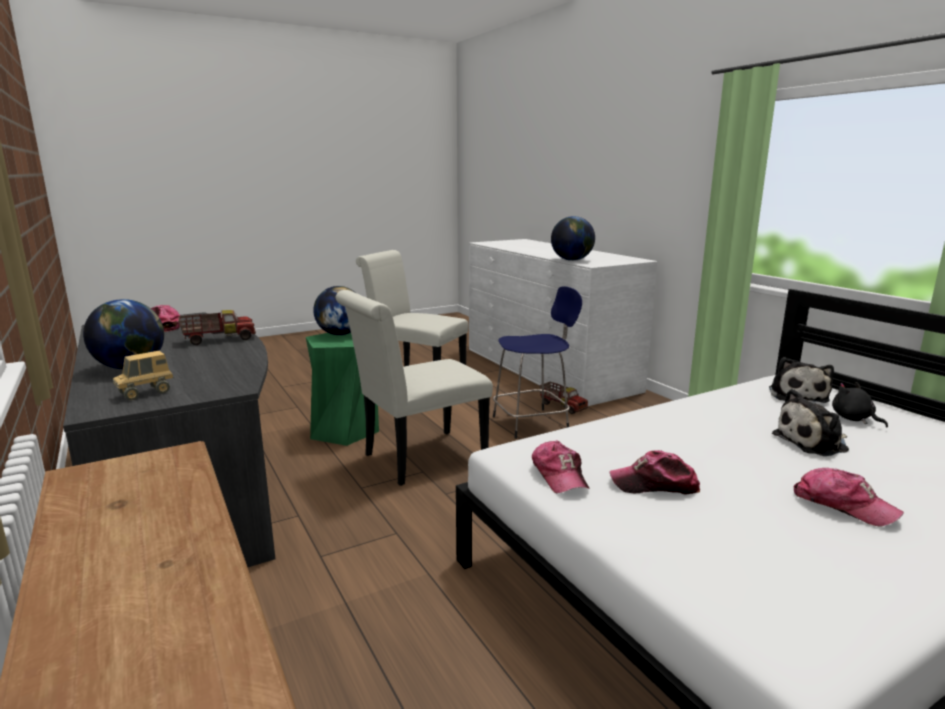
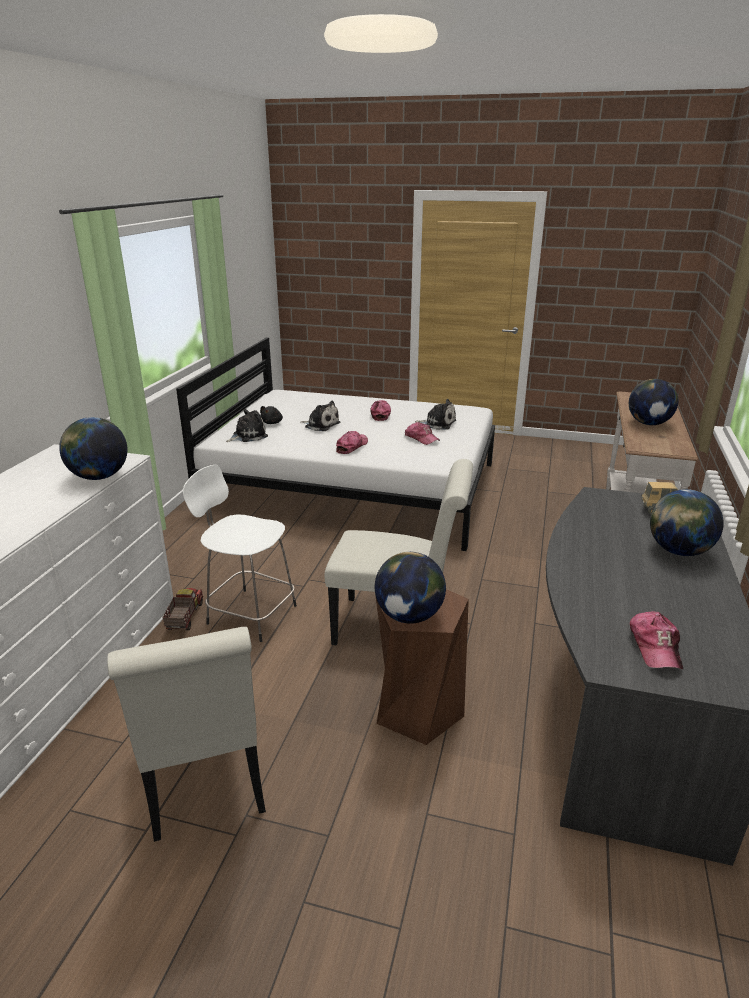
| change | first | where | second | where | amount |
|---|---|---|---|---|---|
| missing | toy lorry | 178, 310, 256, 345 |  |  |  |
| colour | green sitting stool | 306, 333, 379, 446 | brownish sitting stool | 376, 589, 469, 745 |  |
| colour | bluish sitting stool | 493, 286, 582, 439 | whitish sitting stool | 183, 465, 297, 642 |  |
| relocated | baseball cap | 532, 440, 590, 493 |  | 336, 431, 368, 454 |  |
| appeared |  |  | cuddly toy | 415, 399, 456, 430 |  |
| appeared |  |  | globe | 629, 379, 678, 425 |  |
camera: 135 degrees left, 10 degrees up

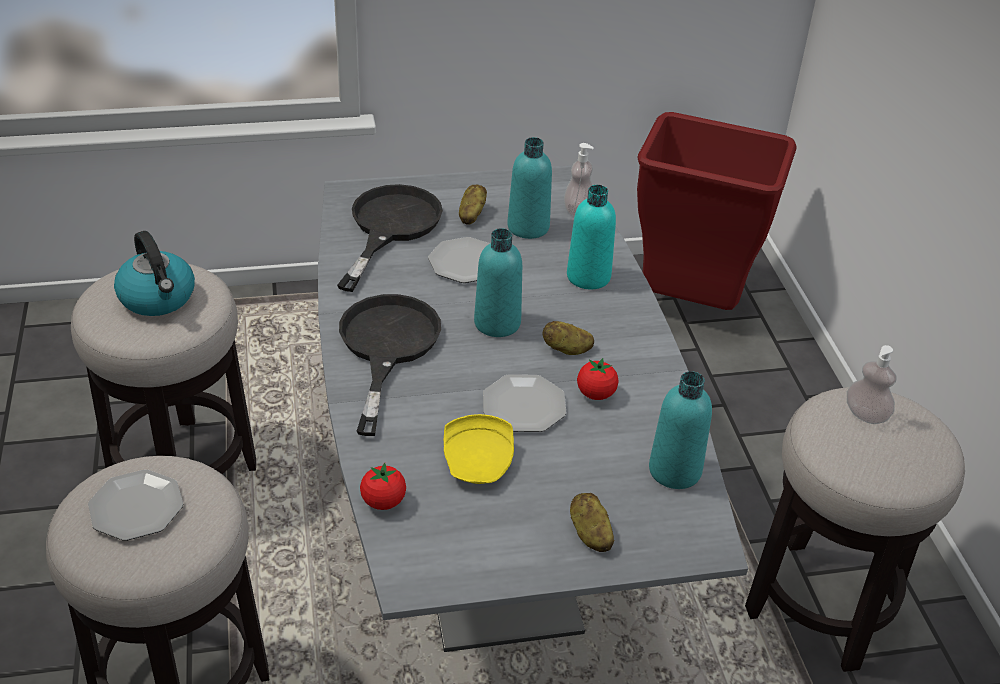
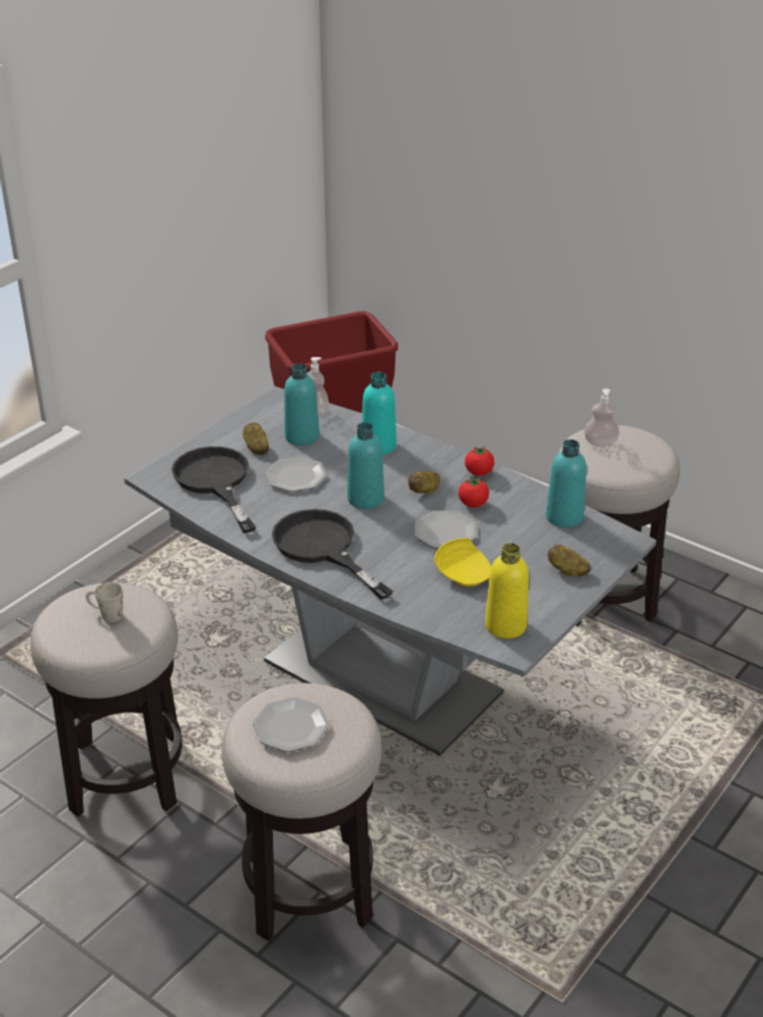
| change | first | where | second | where | amount |
|---|---|---|---|---|---|
| exchanged | water kettle | 114, 231, 195, 316 | whitish mug | 86, 582, 123, 622 |  |
| relocated | whole tomato | 360, 462, 406, 510 |  | 465, 446, 494, 476 |  |
| appeared |  |  | yellowish beverage bottle | 485, 543, 529, 639 |  |
camera: 40 degrees left, 5 degrees down

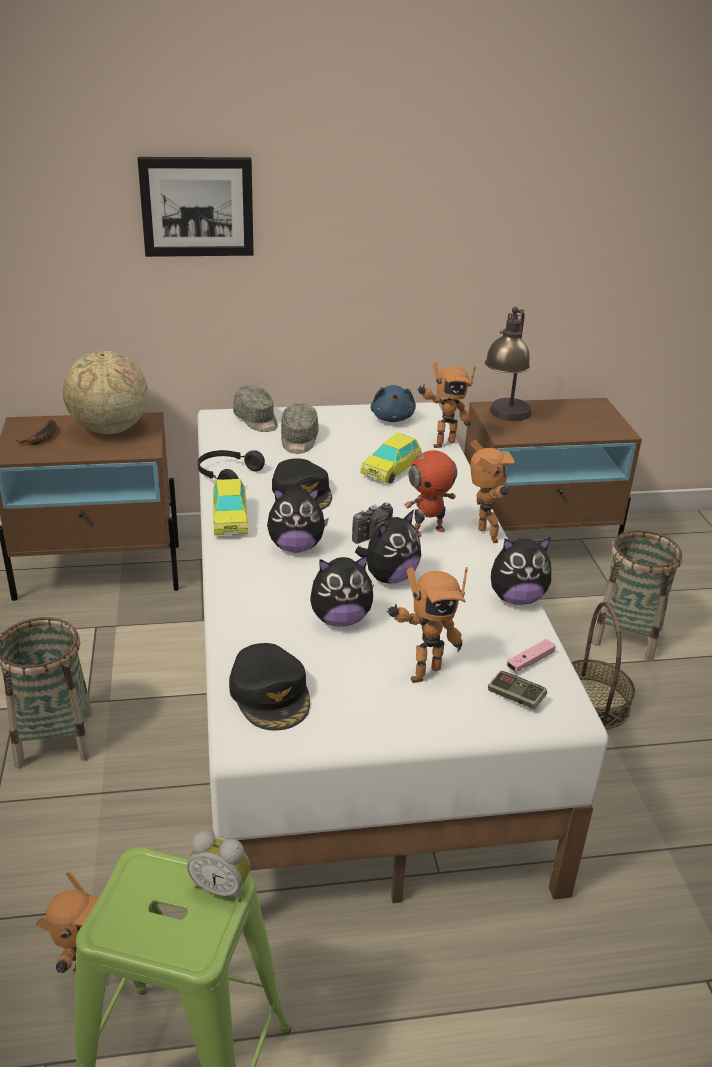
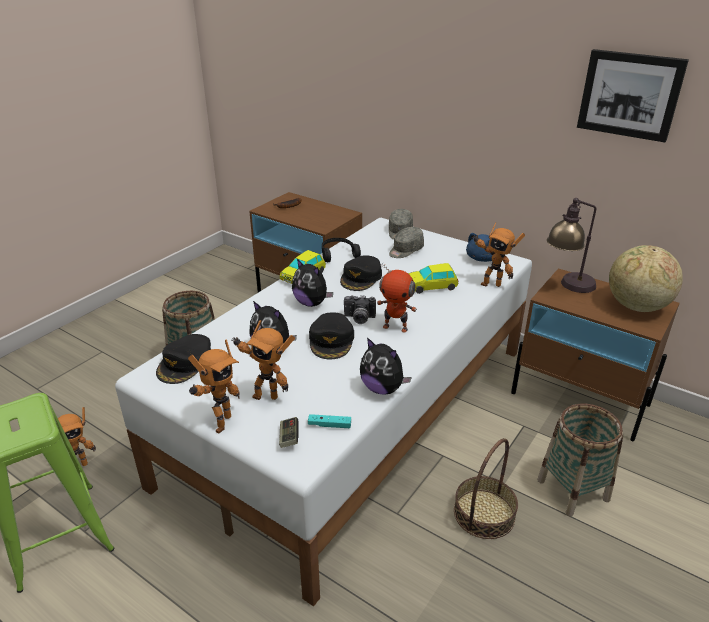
| change | first | where | second | where | amount |
|---|---|---|---|---|---|
| relocated | globe | 63, 351, 148, 434 |  | 609, 245, 683, 312 |  |
| relocated | wall picture | 138, 157, 254, 257 |  | 577, 49, 689, 142 |  |
| missing | alarm clock | 187, 831, 250, 902 |  |  |  |
| exchanged | cuddly toy | 355, 509, 421, 584 | blackish baseball cap | 309, 312, 354, 360 |  |
| relocated | robot figure | 470, 440, 515, 543 |  | 188, 339, 240, 433 |  |
| colour | pink game controller | 507, 639, 556, 672 | blue-green game controller | 308, 414, 351, 428 |  |
camera: 45 degrees right, 0 degrees up

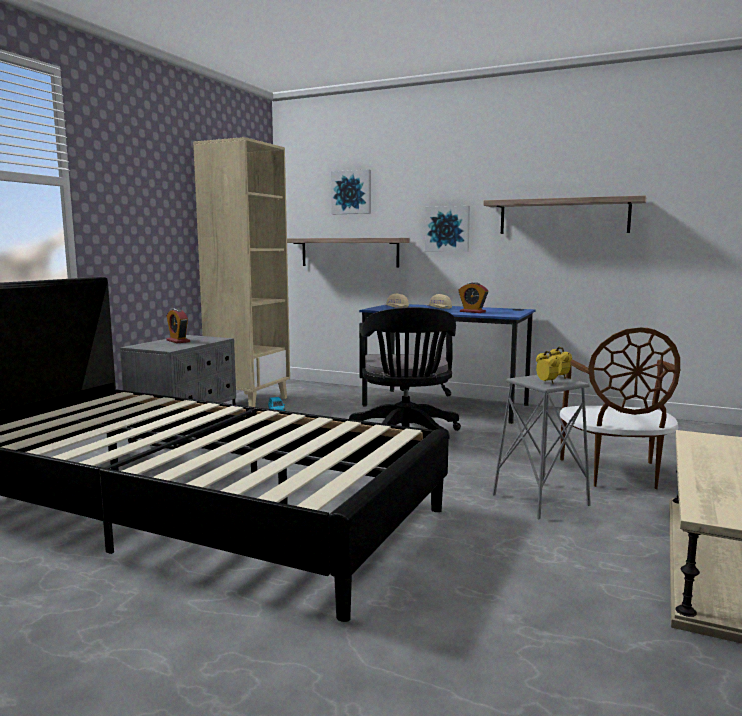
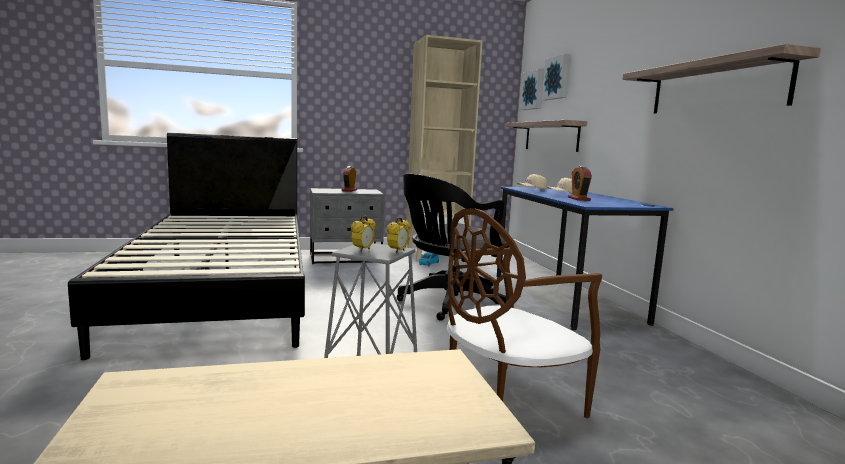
| change | first | where | second | where | amount |
|---|---|---|---|---|---|
| relocated | wall picture | 425, 206, 470, 252 |  | 520, 68, 545, 110 |  |
camera: 50 degrees right, 0 degrees up

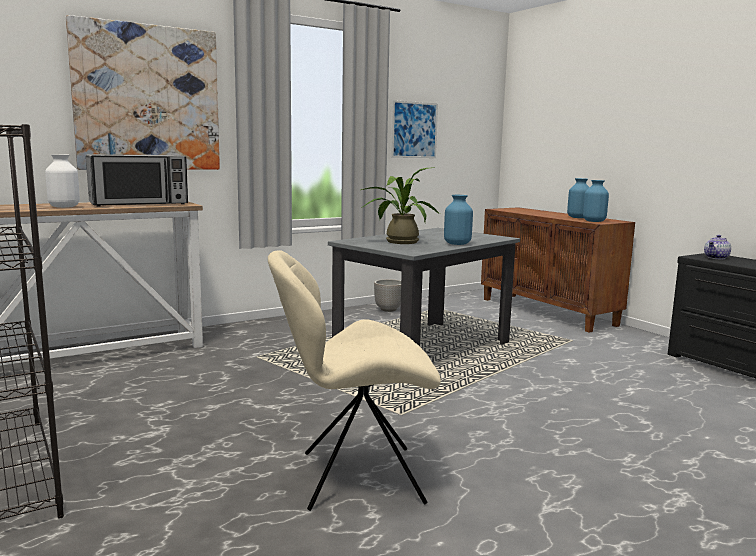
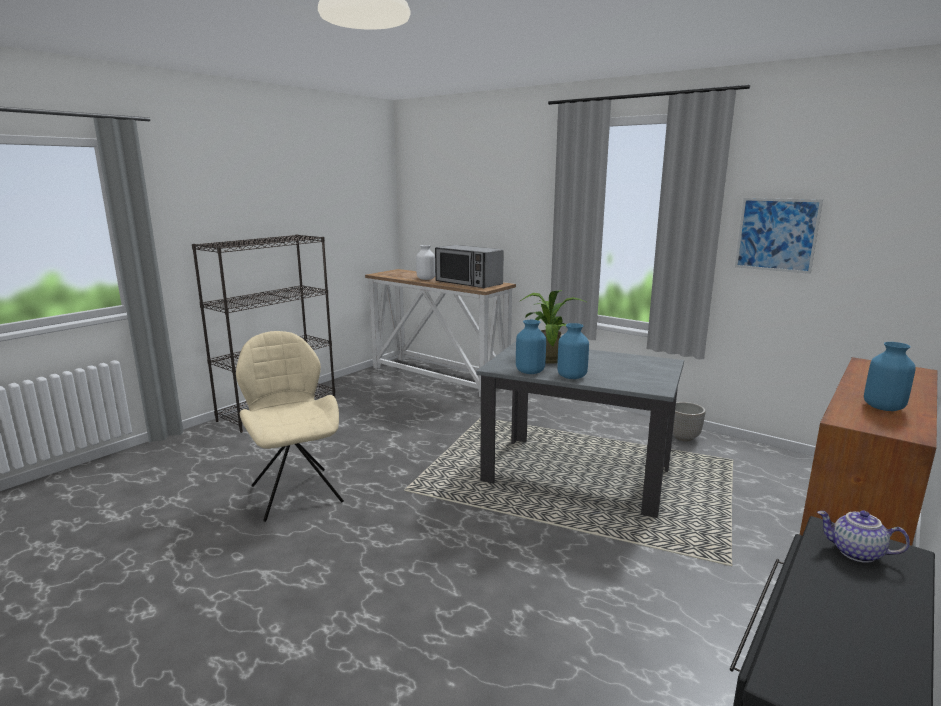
| change | first | where | second | where | amount |
|---|---|---|---|---|---|
| missing | wall picture | 66, 15, 220, 170 |  |  |  |
| relocated | bluish decorative vase | 583, 180, 609, 222 |  | 516, 320, 546, 374 |  |
camera: 70 degrees right, 5 degrees up

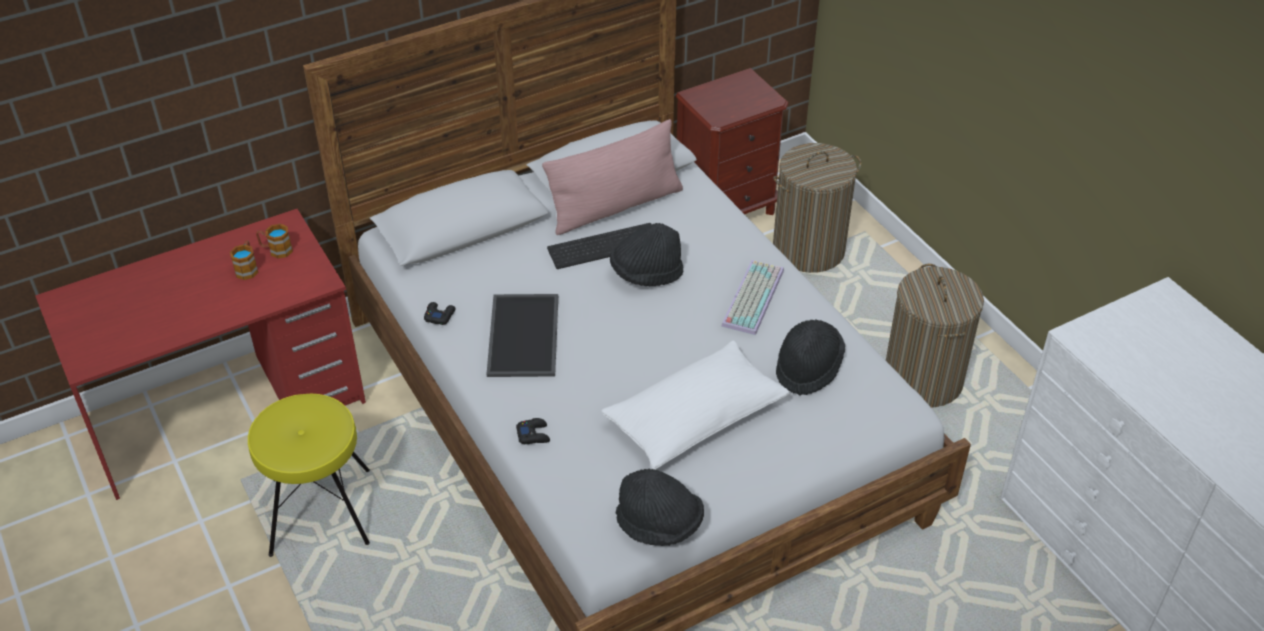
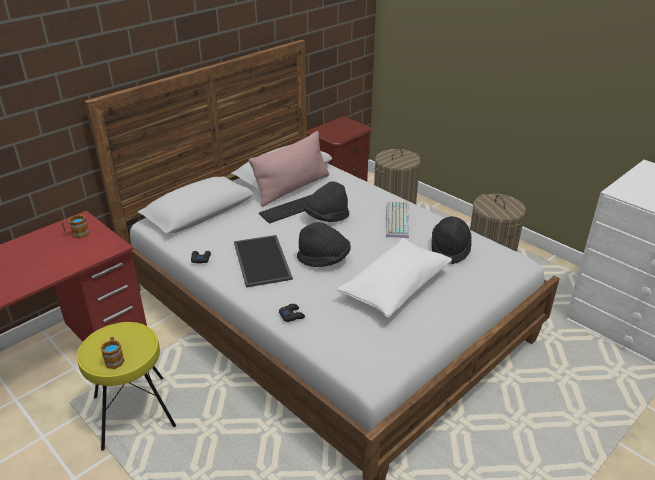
| change | first | where | second | where | amount |
|---|---|---|---|---|---|
| relocated | mug | 230, 240, 258, 280 |  | 101, 337, 125, 369 |  |
| relocated | blackish clothing hat | 616, 469, 704, 546 |  | 297, 222, 351, 267 |  |
camera: 15 degrees left, 10 degrees down

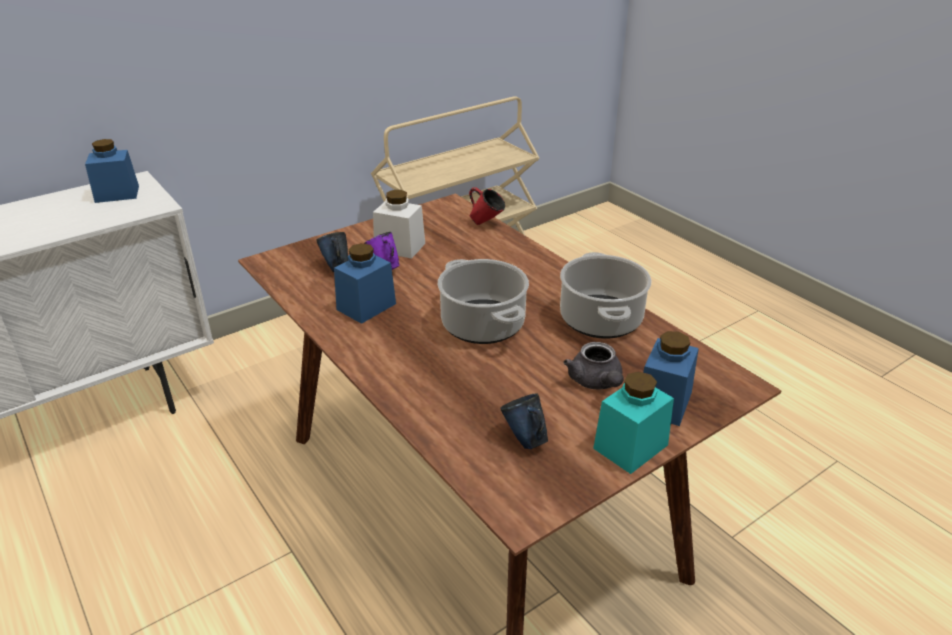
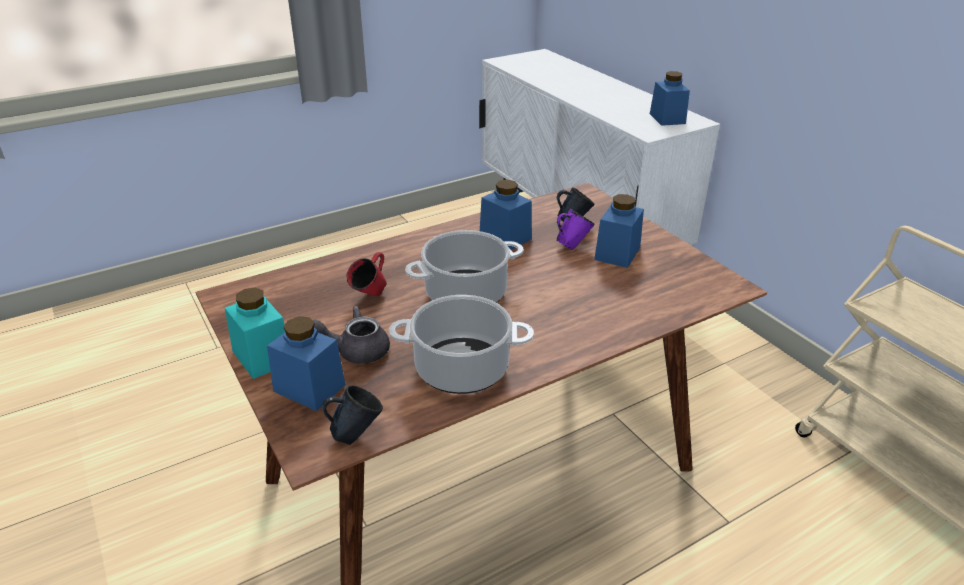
| change | first | where | second | where | amount |
|---|---|---|---|---|---|
| colour | whitish preserve jar | 373, 190, 425, 259 | bluish preserve jar | 594, 194, 644, 268 |  |
| relocated | red mug | 469, 187, 505, 225 |  | 347, 252, 387, 296 |  |
| relocated | bluish mug | 500, 393, 548, 449 |  | 322, 385, 383, 445 |  |
camera: 95 degrees right, 0 degrees up

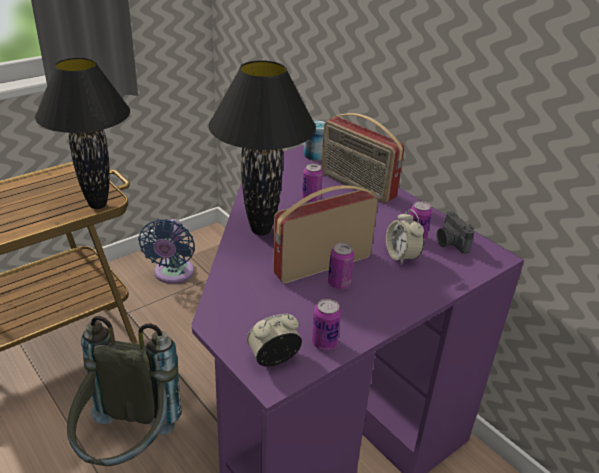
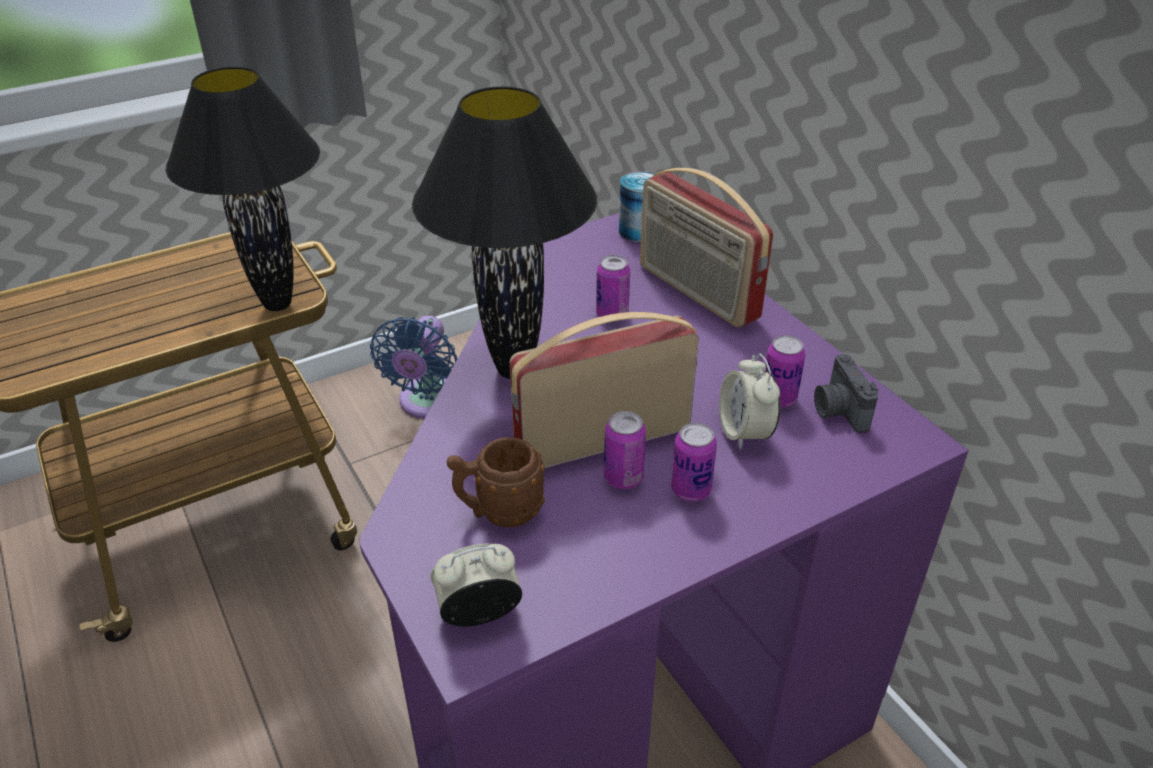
| change | first | where | second | where | amount |
|---|---|---|---|---|---|
| missing | gray rucksack | 67, 316, 182, 466 |  |  |  |
| relocated | metal can | 312, 299, 341, 350 |  | 671, 423, 717, 502 |  |
| appeared |  |  | brownish mug | 447, 437, 545, 528 |  |
camera: 10 degrees right, 5 degrees up

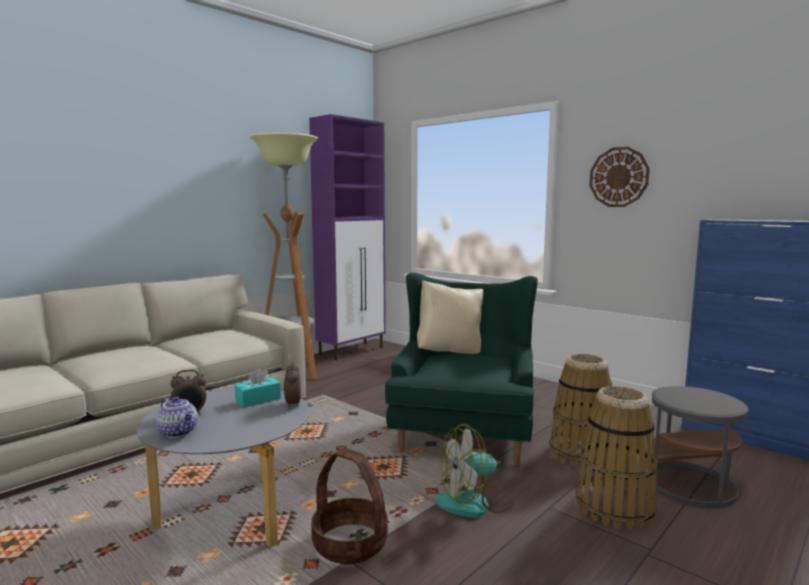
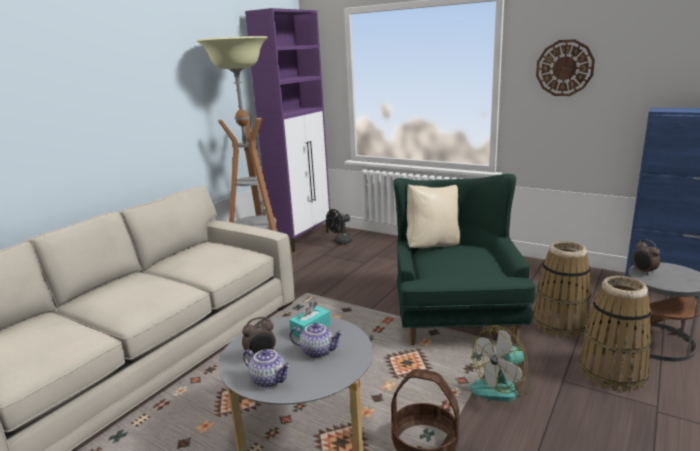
| change | first | where | second | where | amount |
|---|---|---|---|---|---|
| relocated | alarm clock | 284, 361, 301, 408 |  | 632, 239, 660, 275 |  |
| appeared |  |  | tea pot | 290, 323, 343, 358 |  |
| appeared |  |  | blackish cooling fan | 326, 209, 353, 245 |  |
camera: 10 degrees left, 10 degrees up

